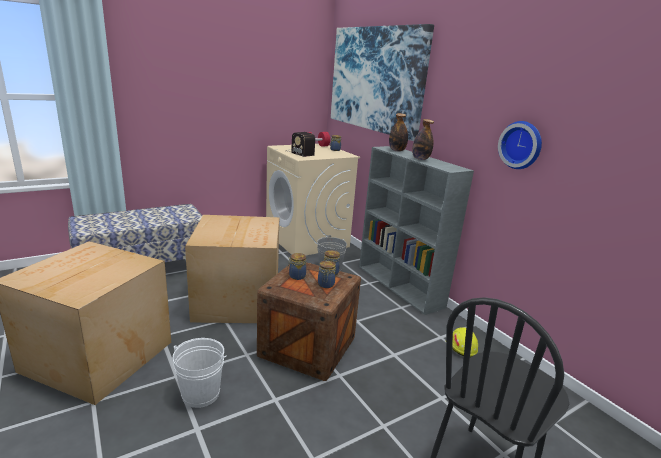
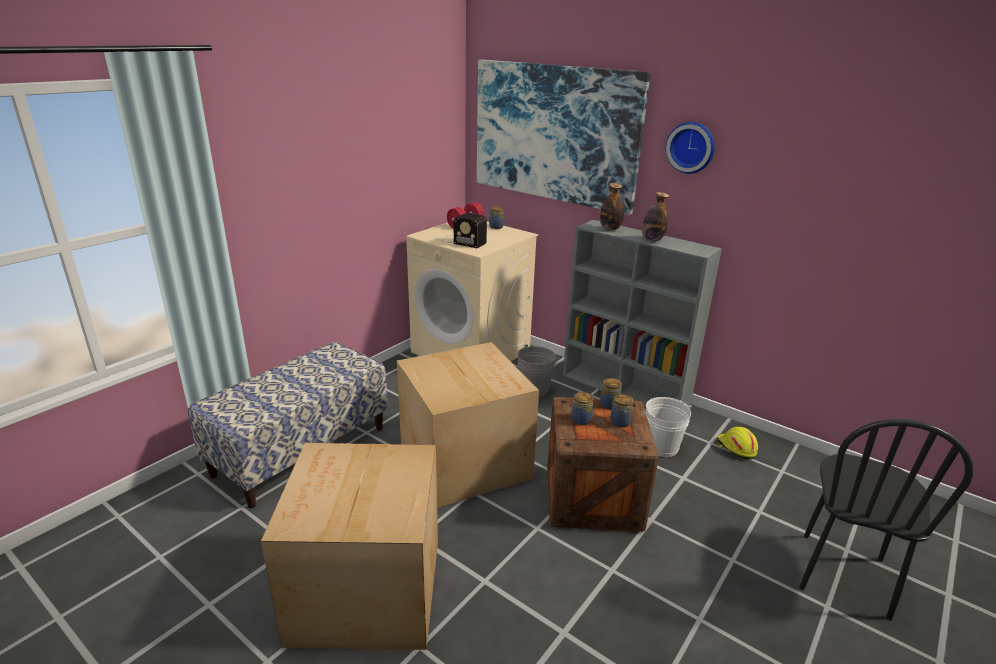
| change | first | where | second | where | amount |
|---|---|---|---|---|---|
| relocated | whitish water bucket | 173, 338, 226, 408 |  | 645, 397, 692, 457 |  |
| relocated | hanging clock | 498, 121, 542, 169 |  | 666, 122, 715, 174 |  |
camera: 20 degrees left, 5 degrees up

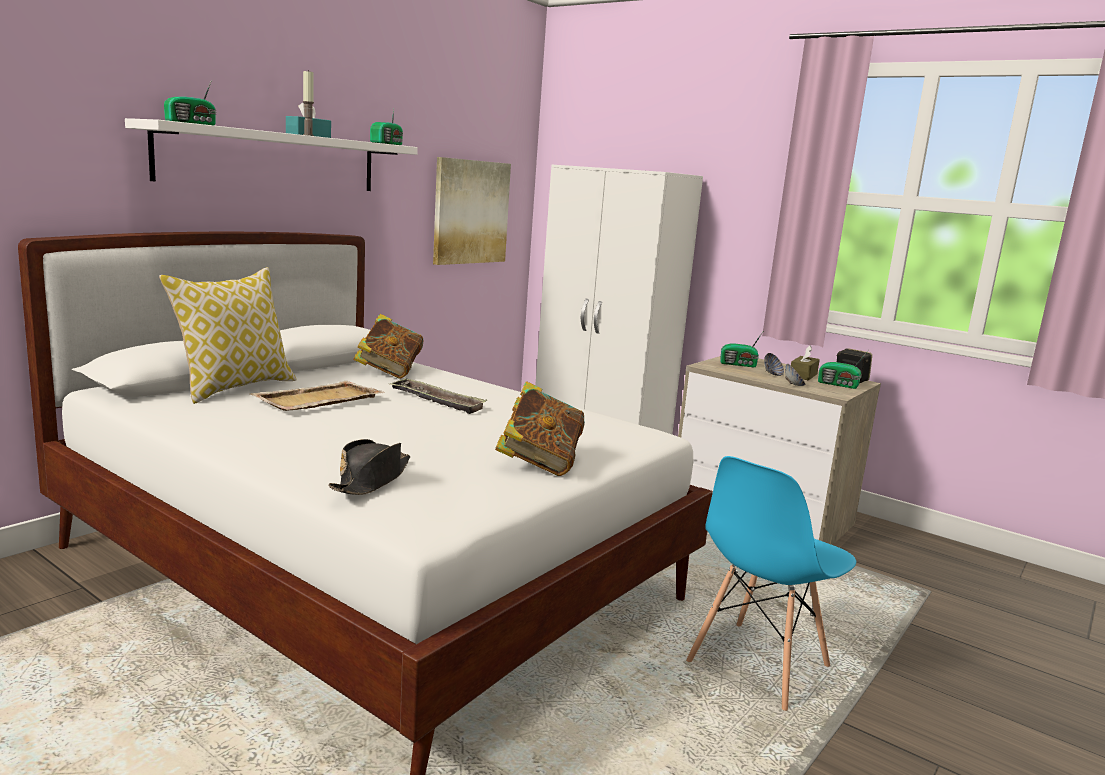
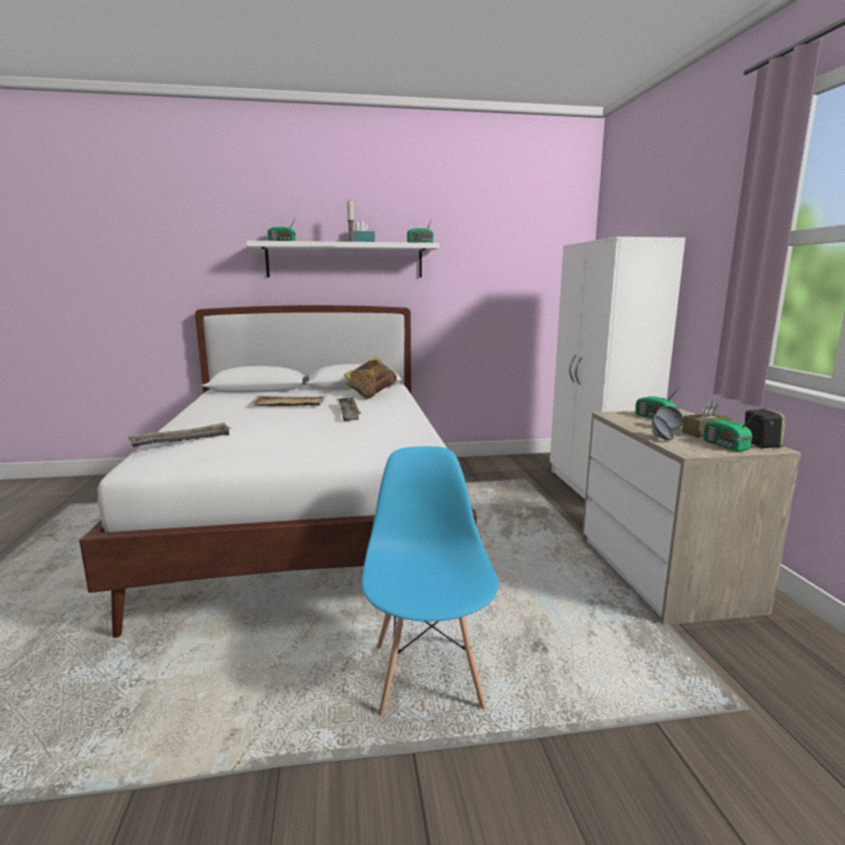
| change | first | where | second | where | amount |
|---|---|---|---|---|---|
| missing | cushion | 159, 267, 296, 404 |  |  |  |
| exchanged | blackish clothing hat | 328, 439, 410, 495 | tray | 127, 423, 232, 447 |  |
| missing | wall picture | 433, 157, 511, 265 |  |  |  |
| missing | volume | 495, 381, 585, 476 |  |  |  |
| spun | bluish plain chair | 686, 456, 856, 711 |  | 362, 446, 498, 716 | 90 degrees clockwise |
camera: 45 degrees right, 0 degrees up

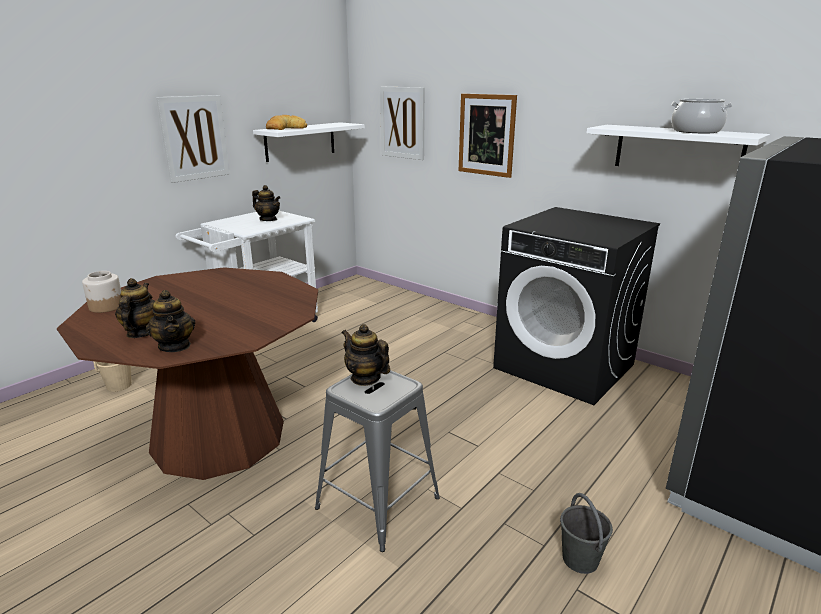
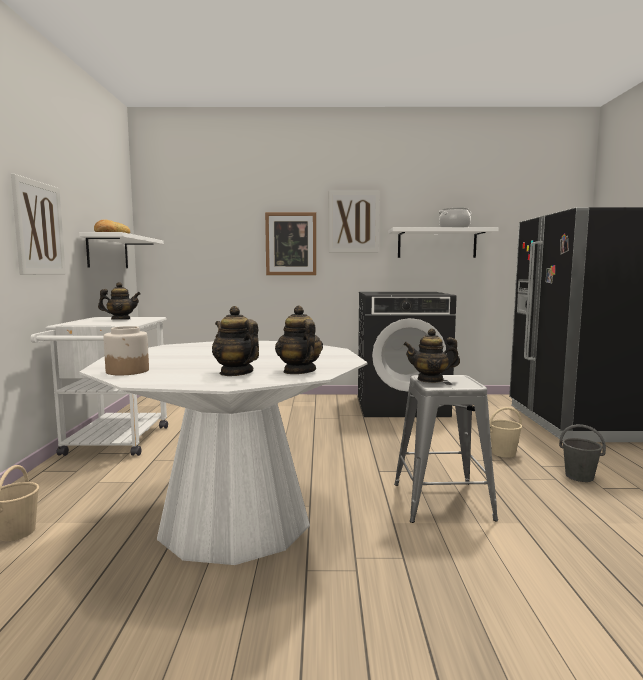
| change | first | where | second | where | amount |
|---|---|---|---|---|---|
| colour | brownish kitchen table | 57, 267, 318, 480 | whitish kitchen table | 79, 341, 367, 565 |  |
| spun | tea pot | 146, 290, 196, 352 |  | 275, 305, 323, 374 | 135 degrees counterclockwise |
| relocated | wall picture | 380, 87, 425, 160 |  | 329, 191, 380, 253 |  |
| appeared |  |  | sand-coloured water bucket | 489, 407, 522, 458 |  |
camera: 40 degrees left, 15 degrees down

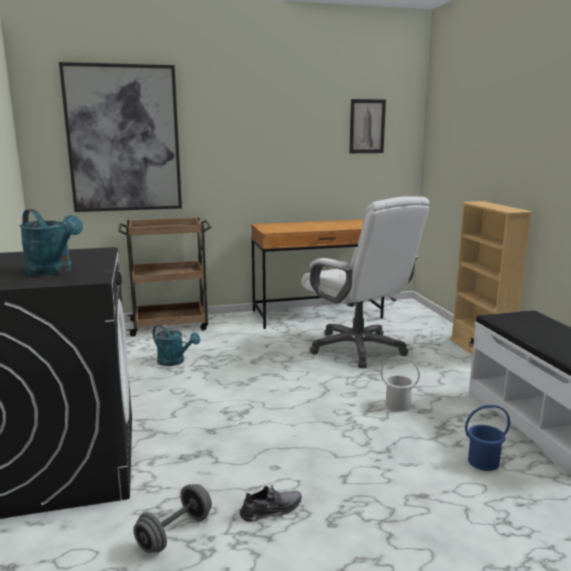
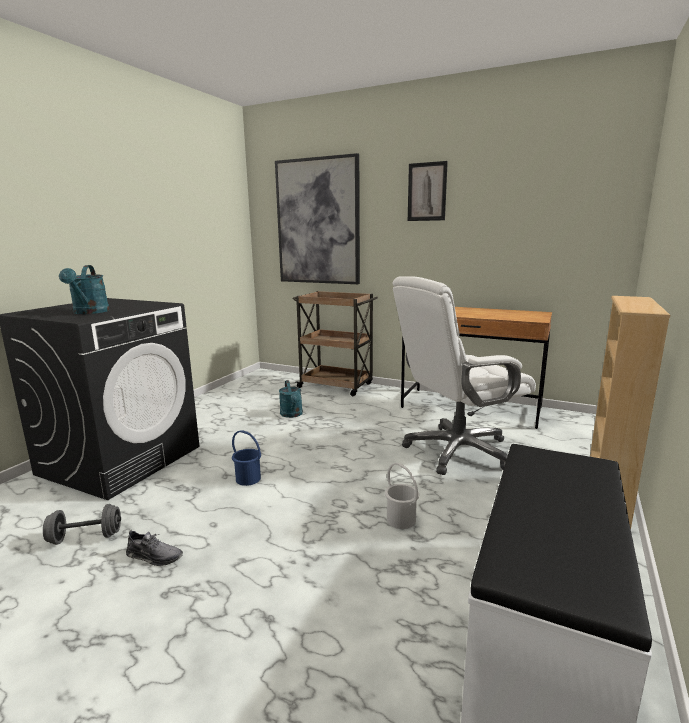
| change | first | where | second | where | amount |
|---|---|---|---|---|---|
| spun | whitish office chair | 302, 197, 429, 368 |  | 393, 276, 536, 475 | 60 degrees clockwise |
| relocated | wall picture | 349, 99, 386, 153 |  | 408, 161, 448, 221 |  |
| relocated | bluish water bucket | 465, 405, 510, 471 |  | 232, 430, 261, 486 |  |
camera: 40 degrees right, 0 degrees up

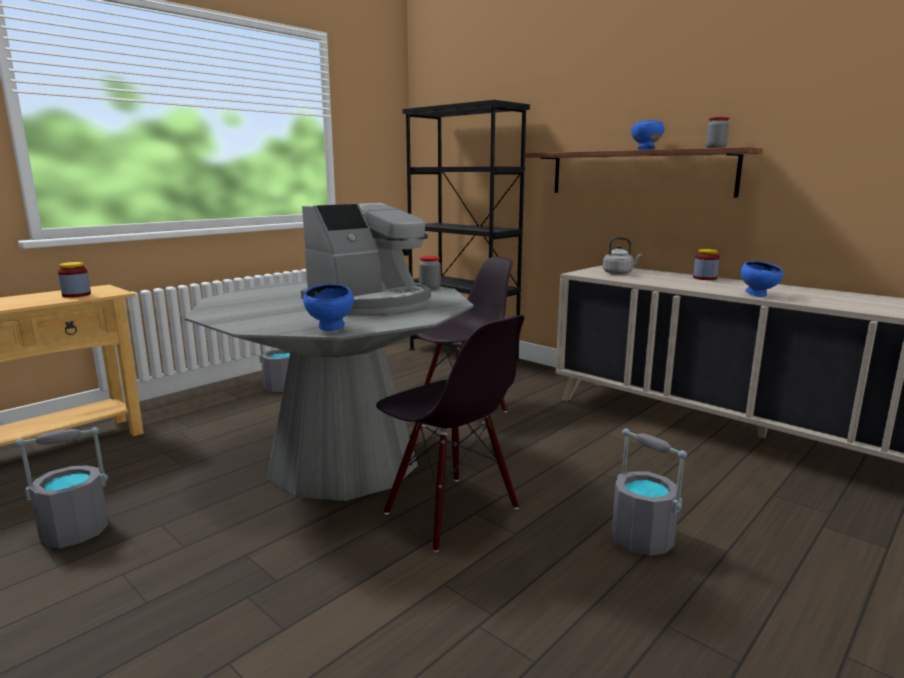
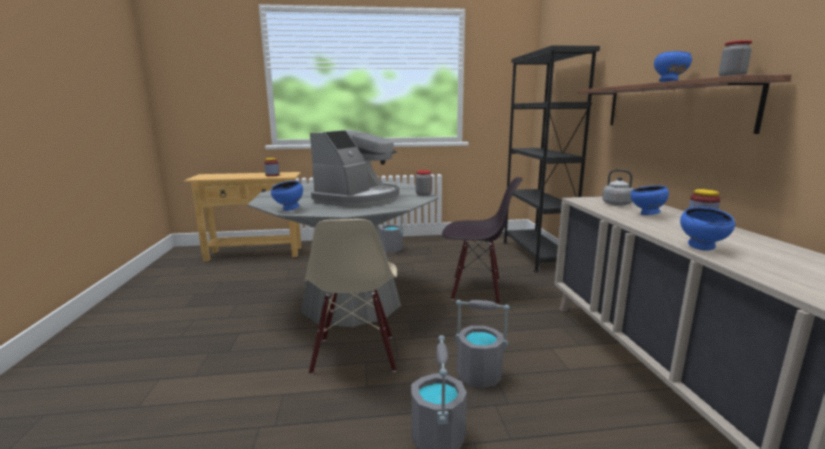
| change | first | where | second | where | amount |
|---|---|---|---|---|---|
| relocated | gray water bucket | 15, 427, 108, 548 |  | 455, 300, 510, 388 |  |
| spun | coffee brewer | 301, 203, 431, 315 |  | 310, 130, 399, 207 | 60 degrees counterclockwise |
| colour | blackish plain chair | 376, 315, 525, 552 | sand-coloured plain chair | 305, 219, 397, 375 |  |
| appeared |  |  | bluish deep dish | 630, 185, 669, 215 |  |
camera: 40 degrees right, 0 degrees up

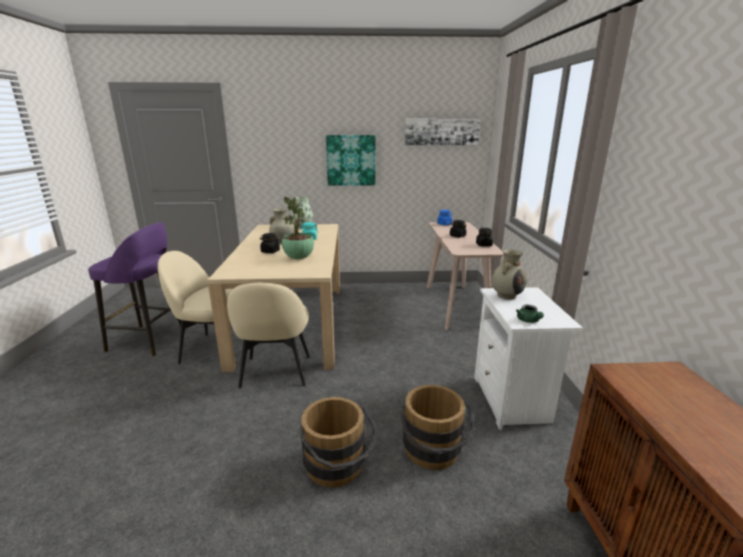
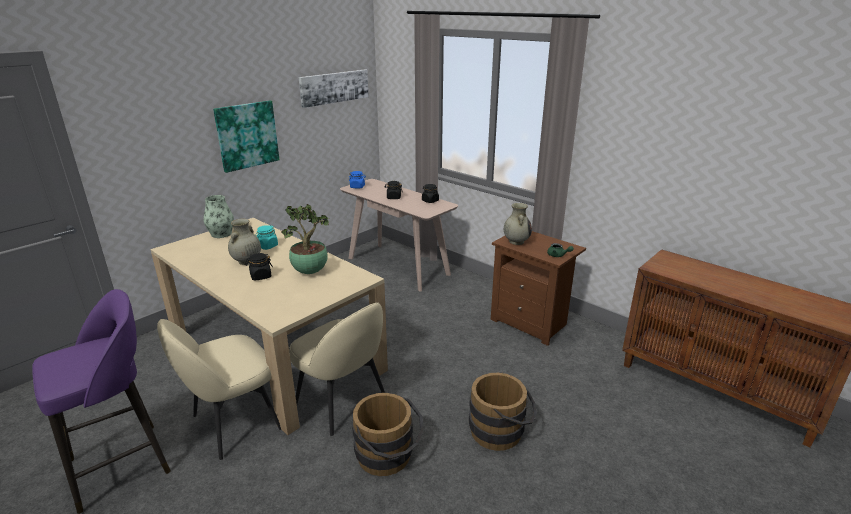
| change | first | where | second | where | amount |
|---|---|---|---|---|---|
| relocated | brownish water bucket | 400, 385, 475, 470 |  | 352, 393, 424, 476 |  |
| colour | whitish night table | 474, 287, 583, 430 | brownish night table | 491, 231, 586, 346 |  |
camera: 45 degrees left, 5 degrees up

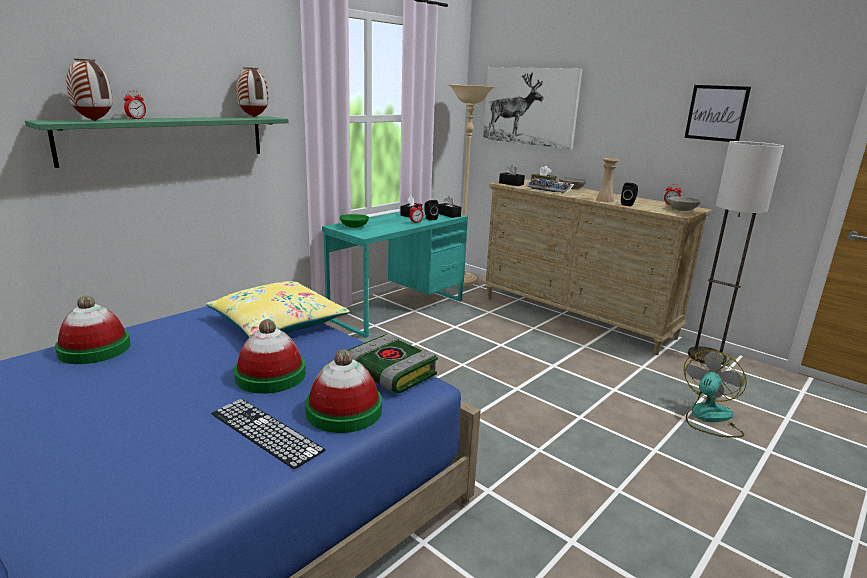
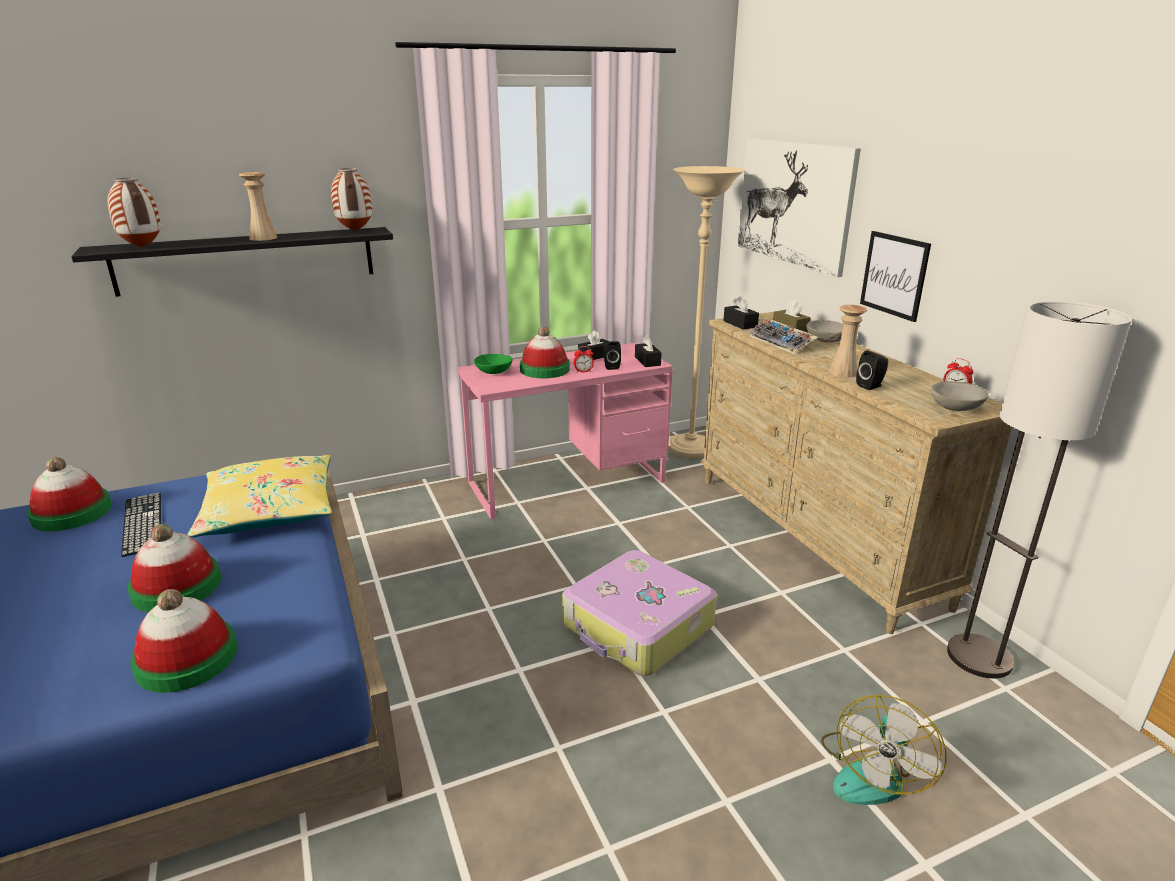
| change | first | where | second | where | amount |
|---|---|---|---|---|---|
| colour | green wall shelf | 25, 116, 289, 168 | blackish wall shelf | 71, 227, 393, 297 |  |
| missing | alarm clock | 124, 91, 146, 120 |  |  |  |
| relocated | PC keyboard | 211, 399, 326, 469 |  | 121, 493, 161, 557 |  |
| colour | blue-green desk unit | 322, 207, 468, 338 | pink desk unit | 457, 343, 673, 520 |  |
| missing | volume | 348, 334, 438, 394 |  |  |  |
| spun | cooling fan | 683, 350, 747, 438 |  | 821, 695, 946, 805 | 150 degrees clockwise |
| relocated | wall picture | 685, 85, 751, 142 |  | 860, 231, 931, 322 |  |
| appeared |  |  | sand-coloured decorative vase | 239, 172, 278, 241 |  |
| appeared |  |  | clothing hat | 520, 327, 570, 378 |  |
| appeared |  |  | travel case | 562, 550, 717, 676 |  |
camera: 25 degrees right, 5 degrees up

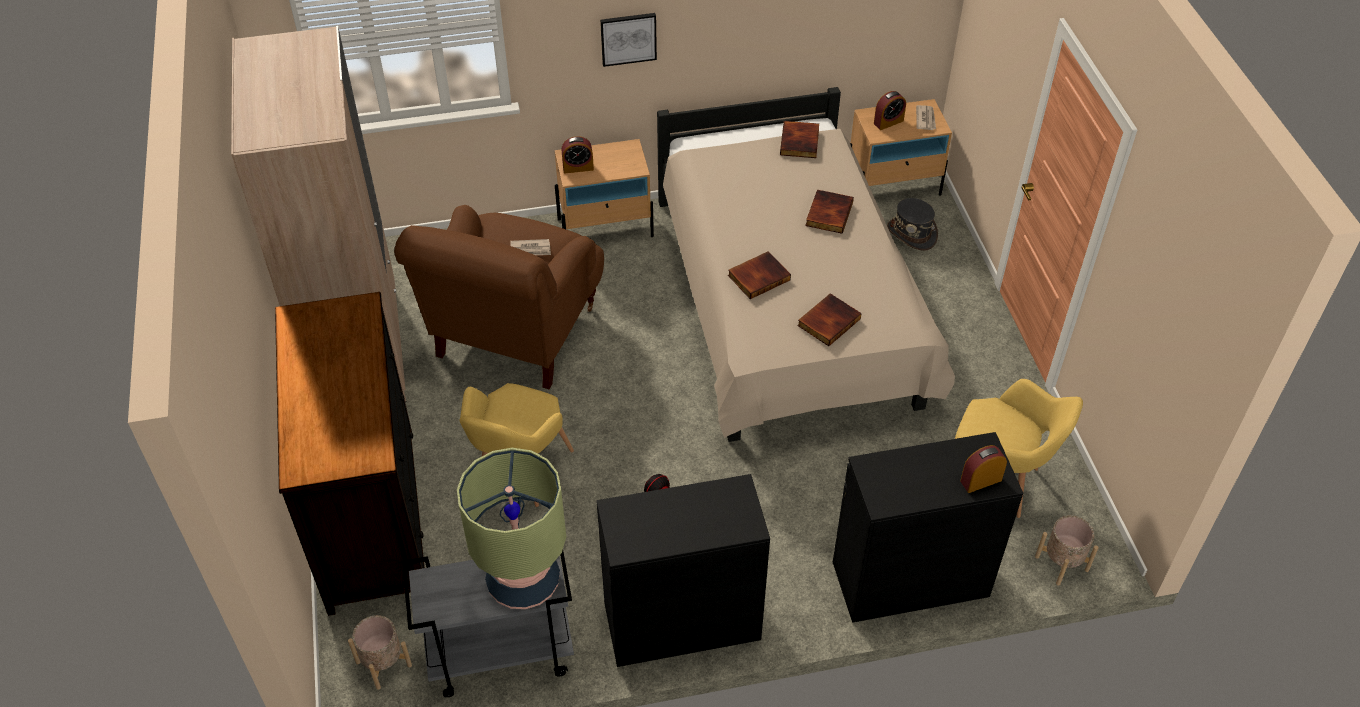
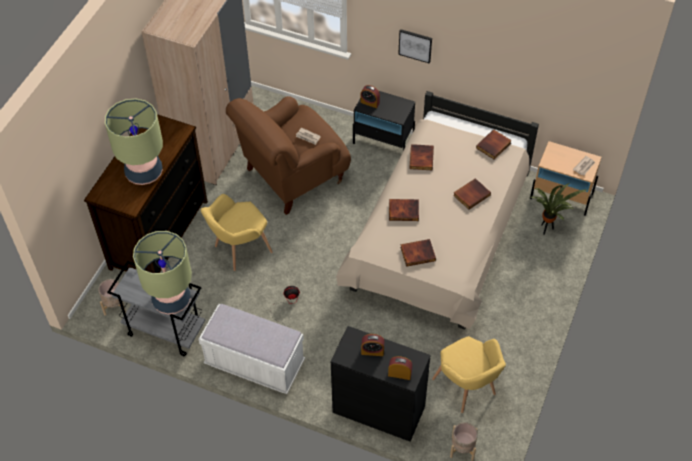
| change | first | where | second | where | amount |
|---|---|---|---|---|---|
| colour | sand-coloured night table | 555, 139, 654, 237 | blackish night table | 353, 91, 415, 151 |  |
| exchanged | blackish storage cabinet | 596, 474, 770, 667 | whitish bench | 199, 304, 305, 394 |  |
| relocated | alarm clock | 874, 91, 906, 130 |  | 361, 334, 384, 356 |  |
| exchanged | gray clothing hat | 887, 198, 938, 251 | potted plant | 530, 183, 588, 235 |  |
| appeared |  |  | tabletop lamp | 105, 98, 163, 185 |  |
| appeared |  |  | volume | 409, 144, 434, 170 |  |
camera: 35 degrees right, 5 degrees up

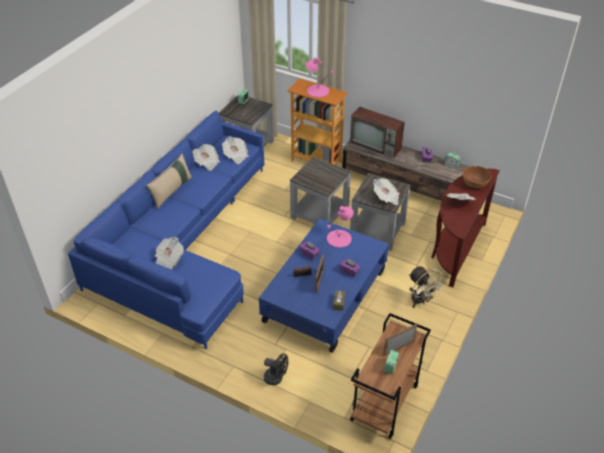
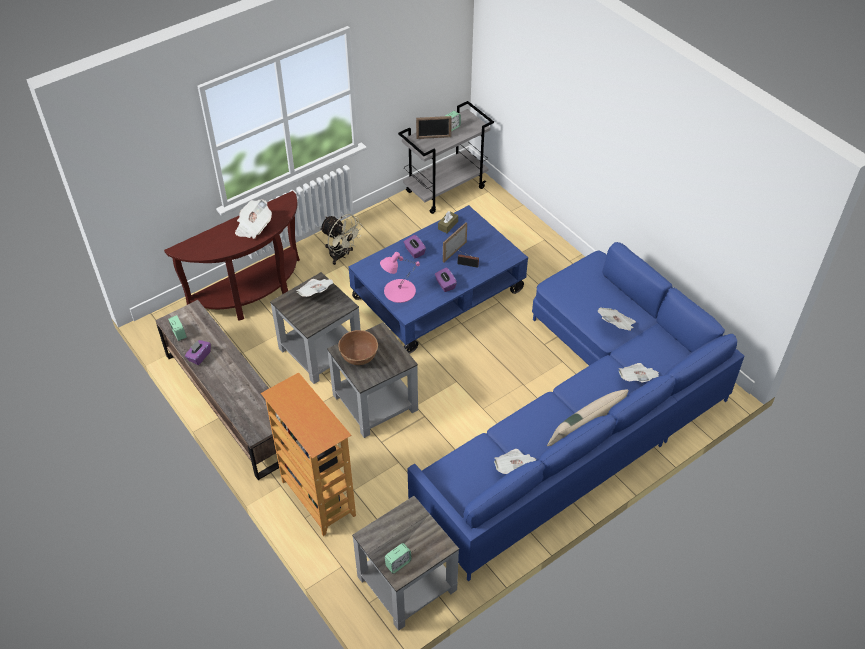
| change | first | where | second | where | amount |
|---|---|---|---|---|---|
| relocated | newspaper | 222, 136, 249, 164 |  | 619, 363, 659, 382 |  |
| missing | blackish cooling fan | 264, 353, 289, 385 |  |  |  |
| missing | pink tabletop lamp | 305, 57, 333, 97 |  |  |  |
| missing | TV | 350, 107, 405, 158 |  |  |  |
| colour | brownish wheeled cart | 350, 313, 431, 439 | gray wheeled cart | 398, 101, 494, 214 |  |
| spun | sand-coloured cooling fan | 409, 266, 446, 308 |  | 320, 214, 363, 265 | 135 degrees clockwise |
| relocated | brownish deep dish | 463, 166, 492, 188 |  | 338, 330, 378, 365 |  |
camera: 155 degrees left, 5 degrees up

